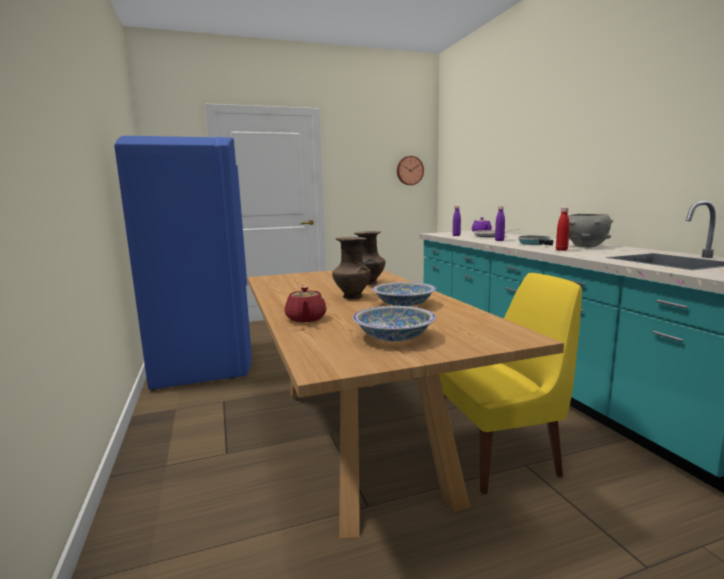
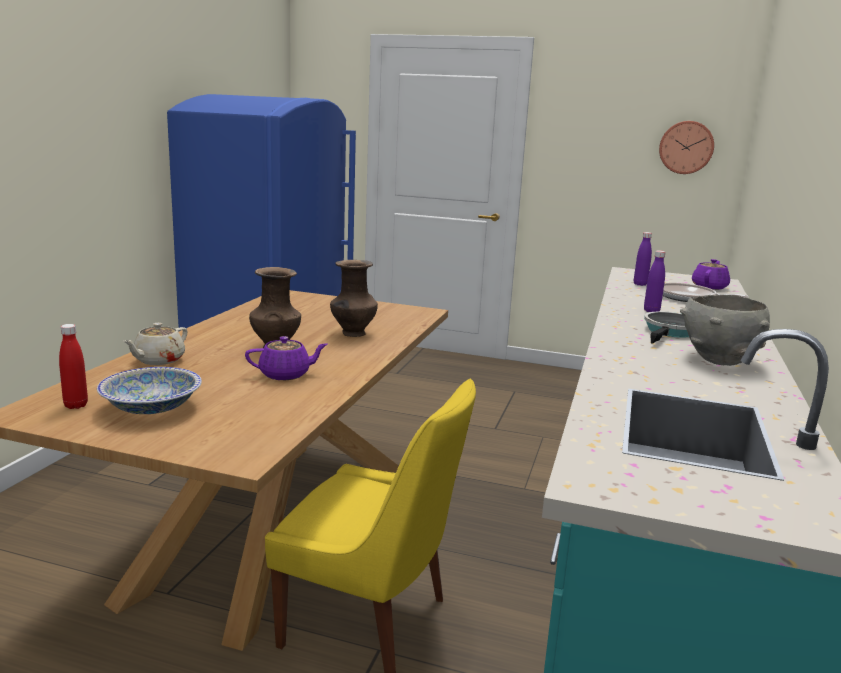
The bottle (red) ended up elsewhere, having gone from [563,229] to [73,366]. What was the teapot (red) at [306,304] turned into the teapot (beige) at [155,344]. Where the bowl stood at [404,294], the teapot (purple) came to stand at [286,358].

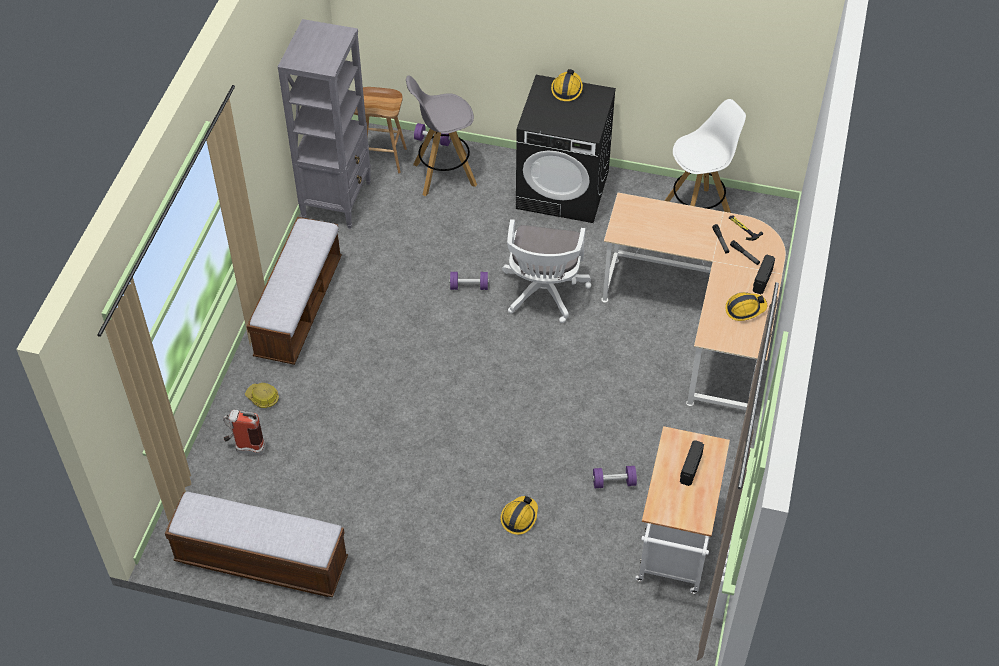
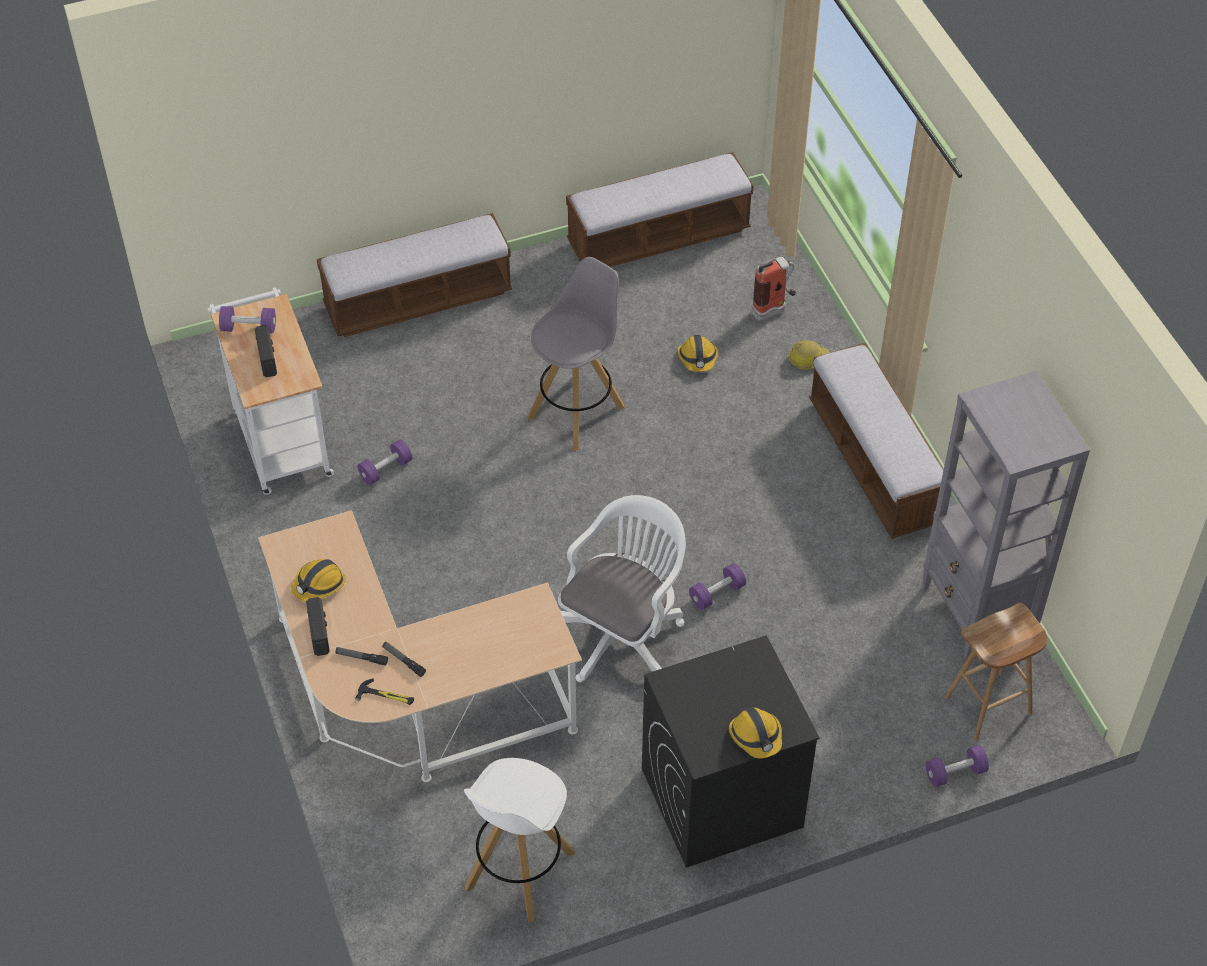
The second view gained the dumbbell (purple) at [247,319]. The second view gained the bench at [414,275]. The stool (grey) ended up elsewhere, having gone from [441,135] to [576,353]. The office chair (white) at [546,271] ended up facing another way, 60 degrees clockwise from before. The hard hat ended up elsewhere, having gone from [519,515] to [697,353].

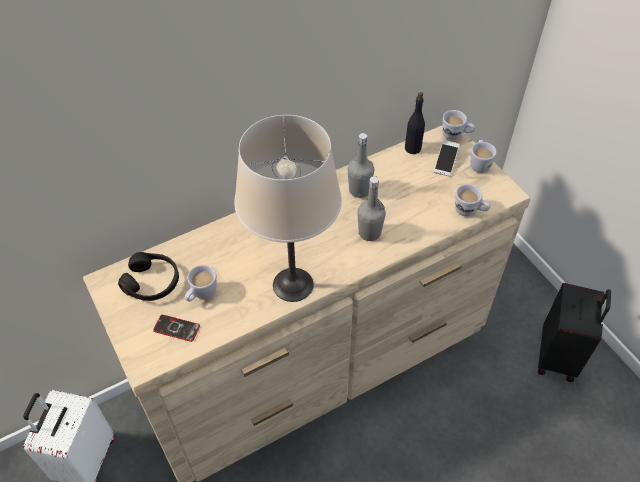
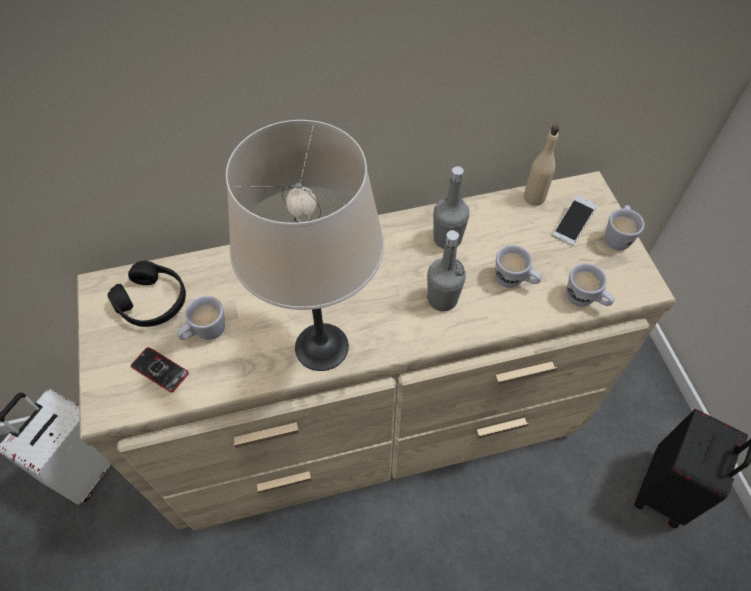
The mug (white) ended up elsewhere, having gone from [459,125] to [518,266]. What was the bottle (black) at [415,123] turned into the bottle (beige) at [541,165].

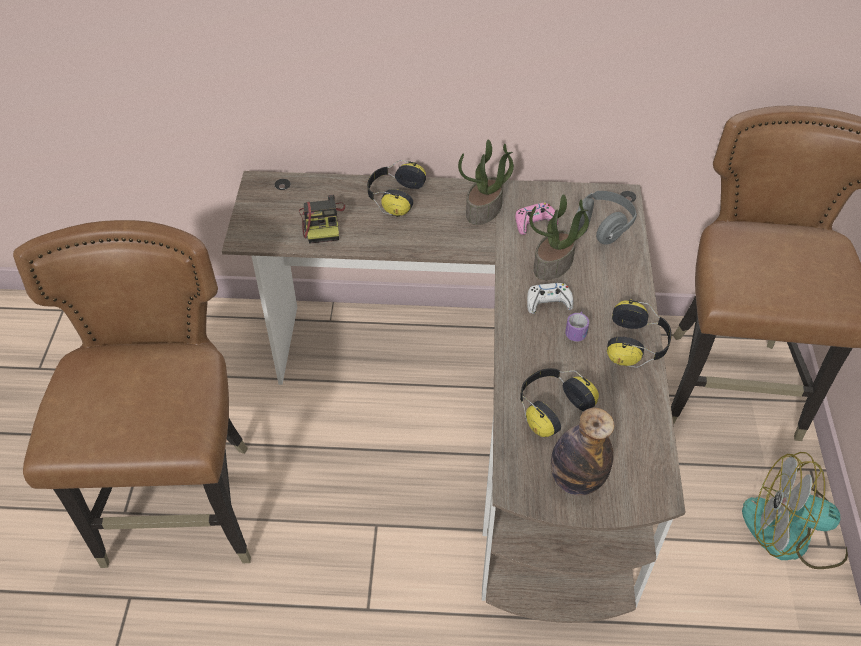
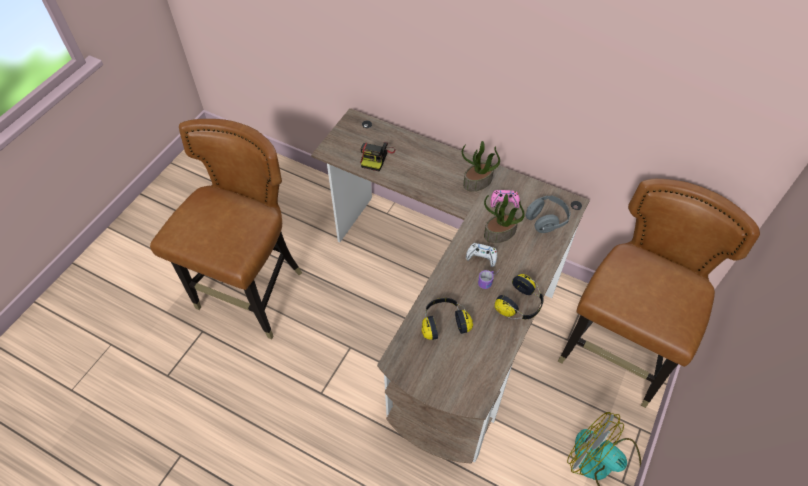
The second view lost the headphones at [396,188]. The second view lost the bottle at [582,451].

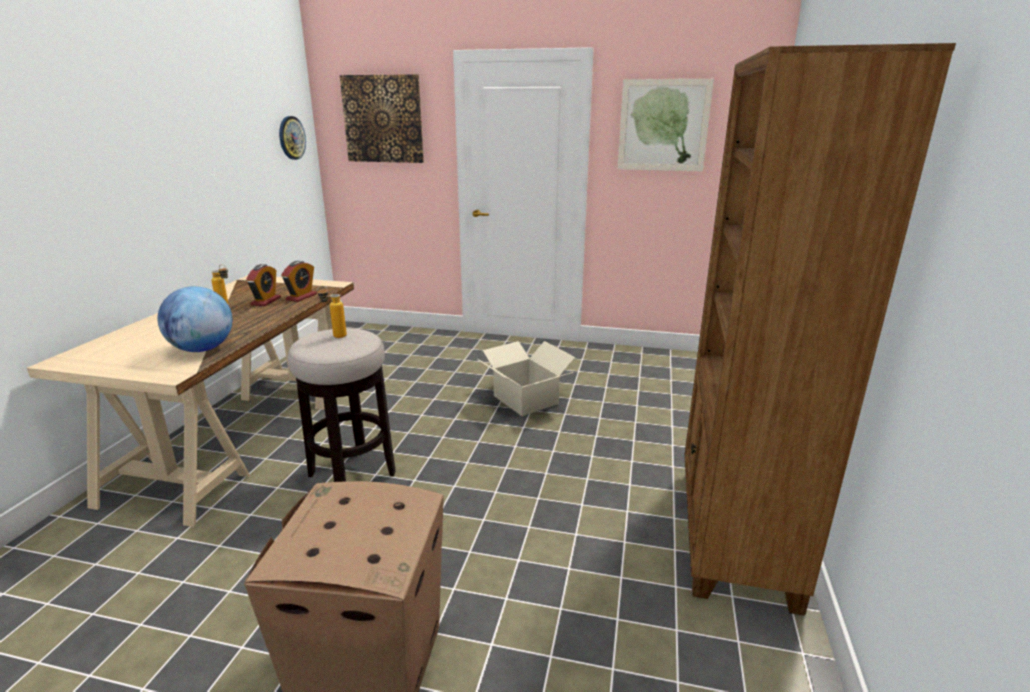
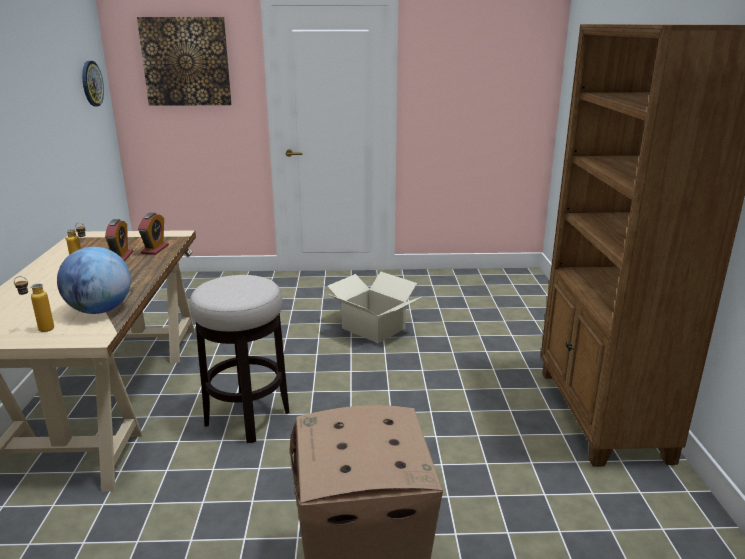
The bottle ended up elsewhere, having gone from [332,312] to [34,304]. The second view lost the picture at [666,125].

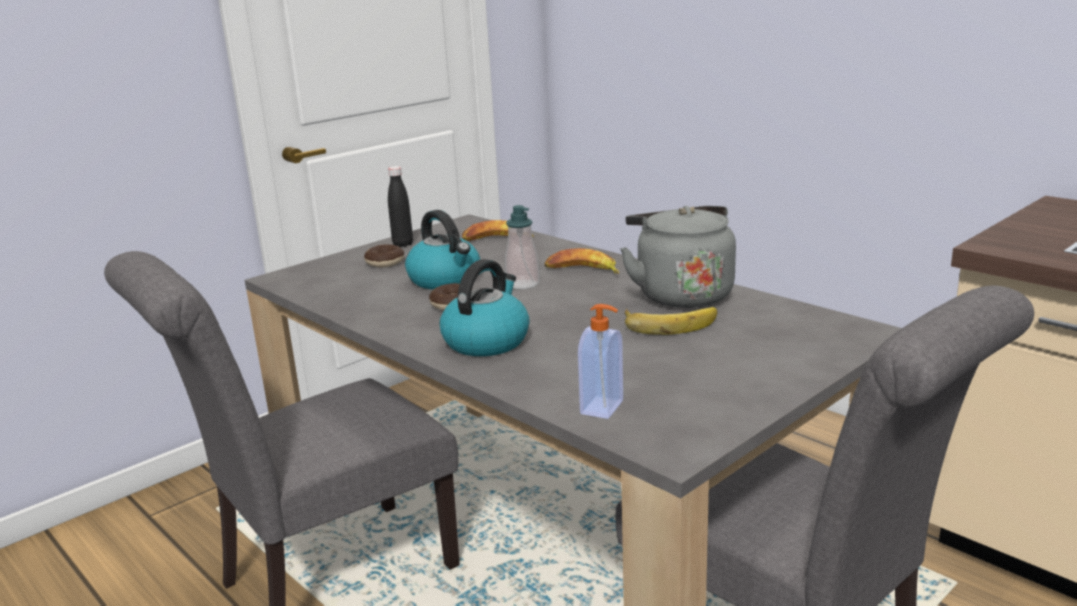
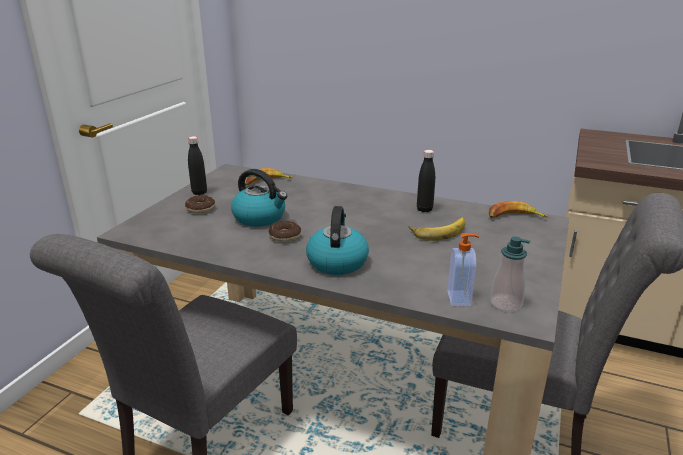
Where the kettle (grey) stood at [678,257], the bottle (black) came to stand at [426,181]. The banana ended up elsewhere, having gone from [581,261] to [519,209]. The soap dispenser ended up elsewhere, having gone from [522,247] to [510,274].

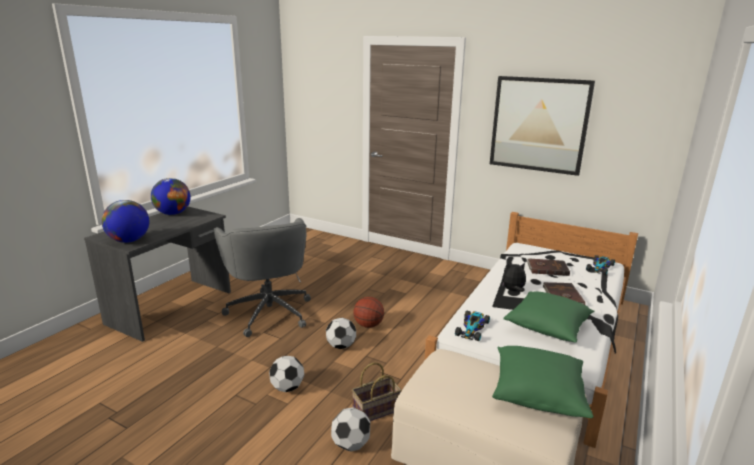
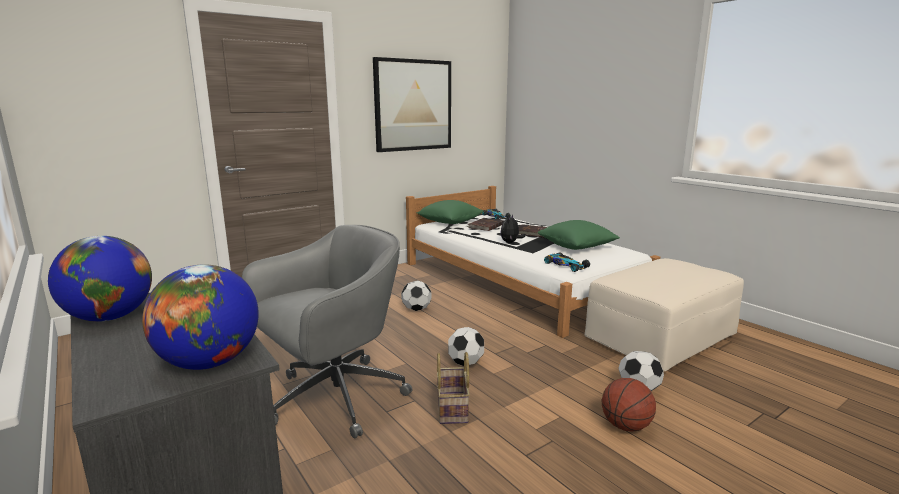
The office chair (grey) at [262,277] ended up facing another way, 45 degrees counterclockwise from before. The football ended up elsewhere, having gone from [286,374] to [416,296]. The pillow (green) ended up elsewhere, having gone from [543,382] to [450,212]. The basket ended up elsewhere, having gone from [377,391] to [453,388]. The basketball ended up elsewhere, having gone from [368,312] to [629,405].

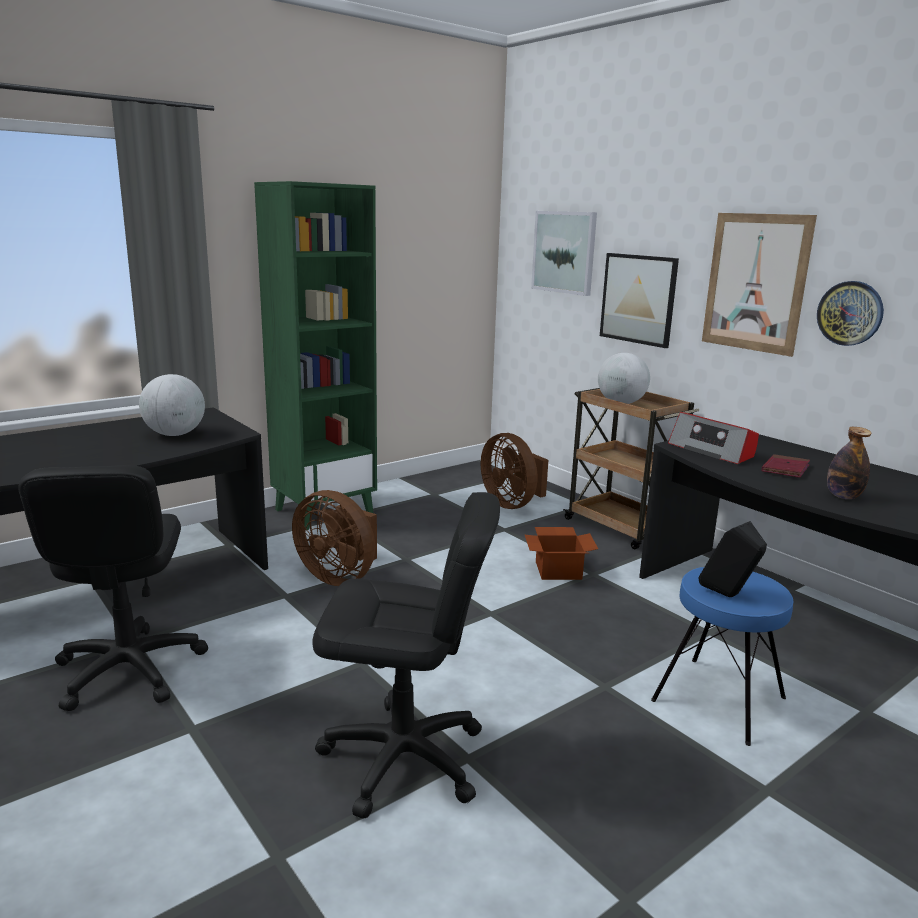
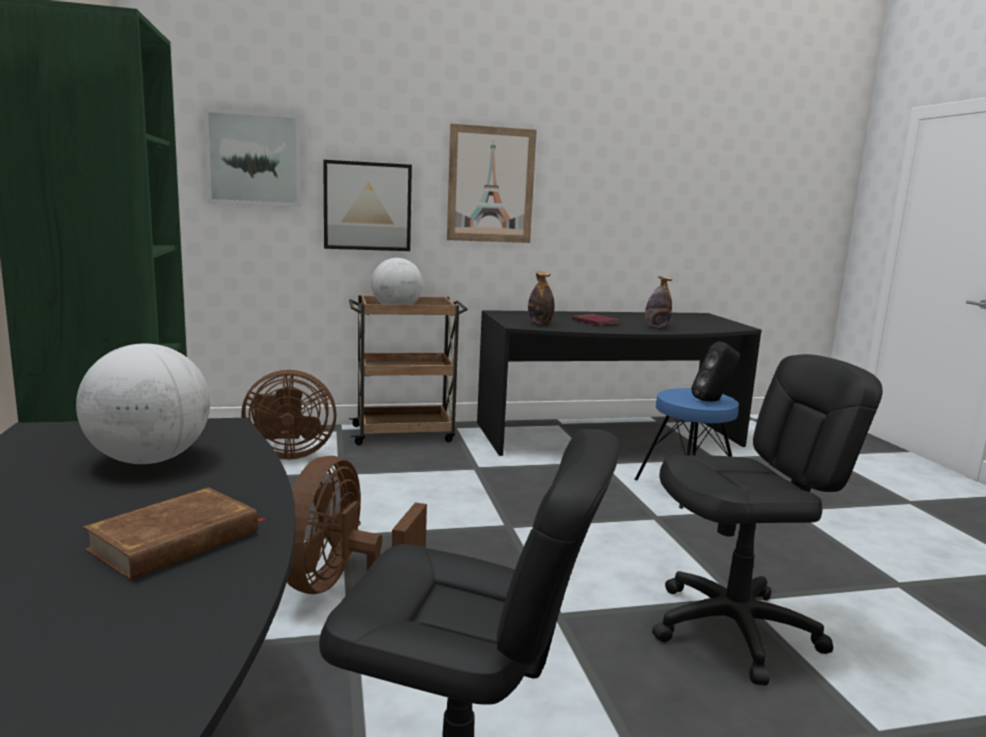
The second view gained the book (brown) at [174,533]. The fan (brown) at [334,538] ended up facing another way, 135 degrees clockwise from before. Where the radio stood at [713,438], the bottle came to stand at [541,298]. The office chair (black) at [406,655] ended up facing another way, 45 degrees clockwise from before. The second view lost the cardboard box at [561,553]. The second view lost the wall clock at [850,313].

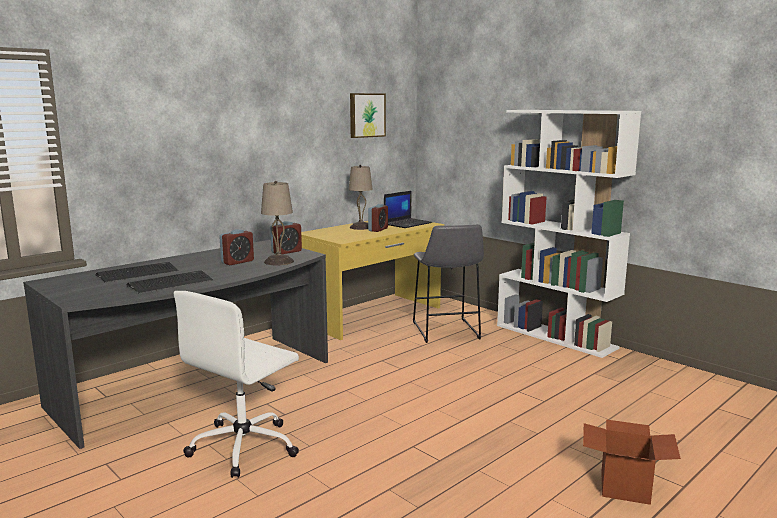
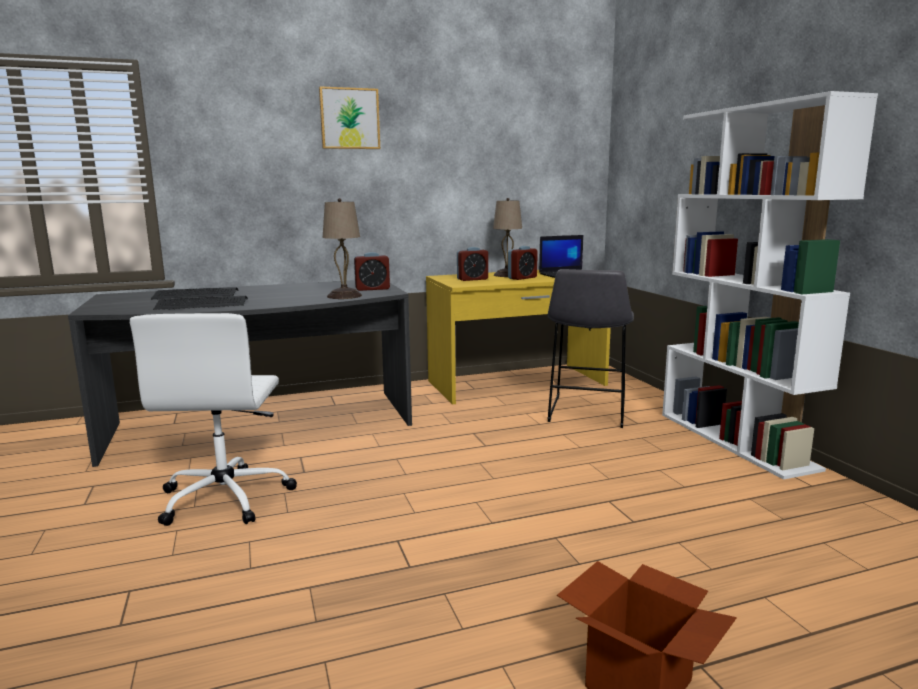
The office chair (white) at [236,384] ended up facing another way, 60 degrees counterclockwise from before. The picture ended up elsewhere, having gone from [368,115] to [349,117]. The alarm clock ended up elsewhere, having gone from [236,247] to [472,264].

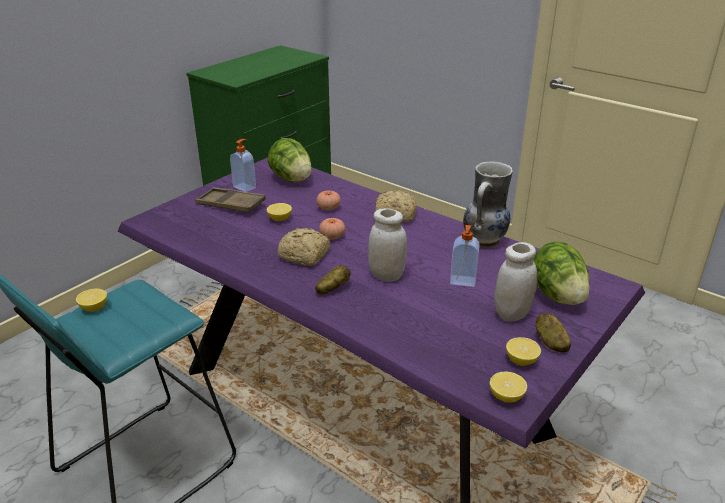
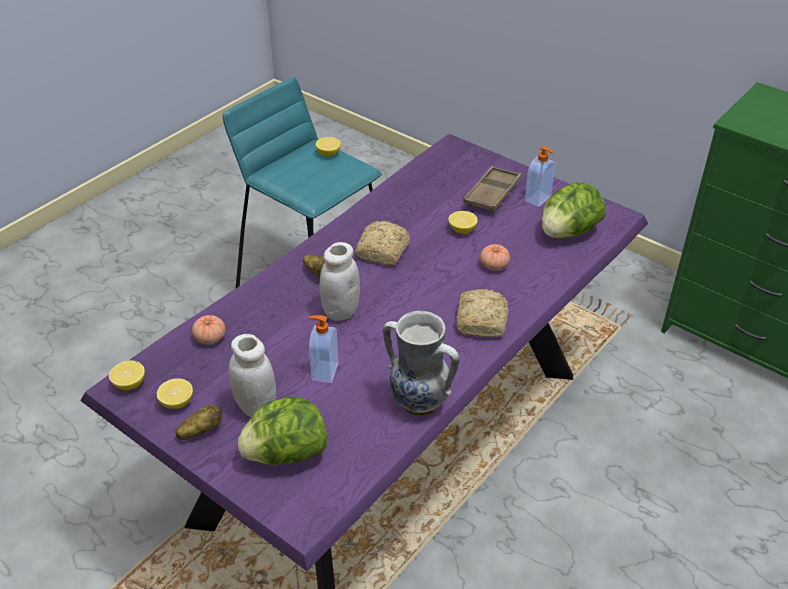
The tomato ended up elsewhere, having gone from [332,228] to [208,329].

